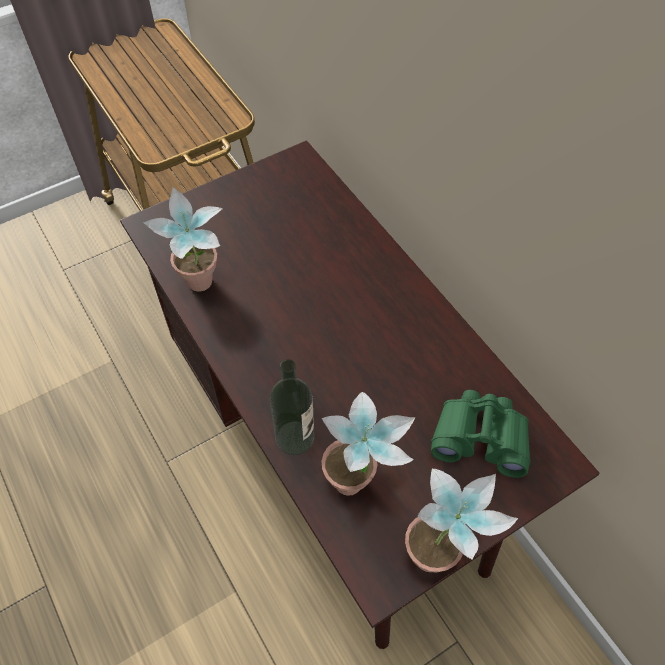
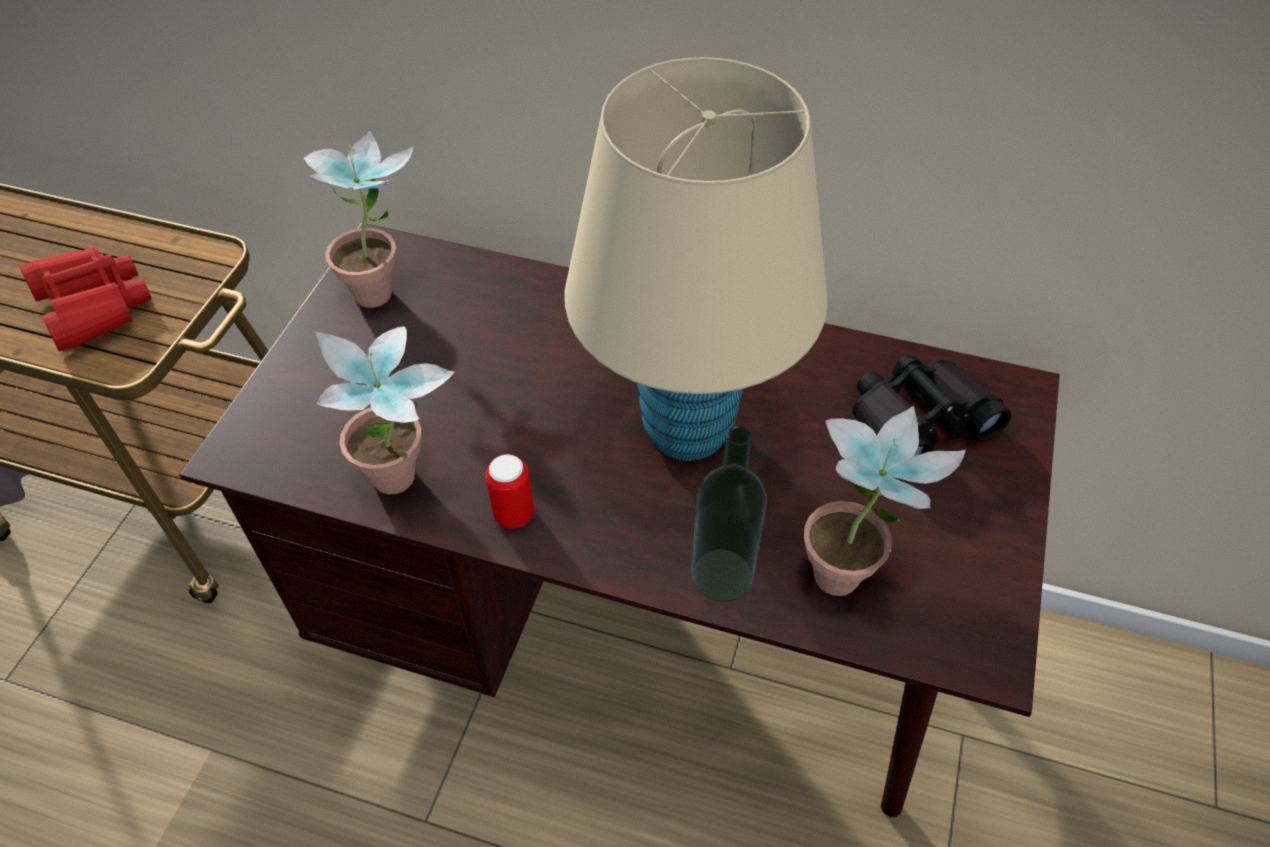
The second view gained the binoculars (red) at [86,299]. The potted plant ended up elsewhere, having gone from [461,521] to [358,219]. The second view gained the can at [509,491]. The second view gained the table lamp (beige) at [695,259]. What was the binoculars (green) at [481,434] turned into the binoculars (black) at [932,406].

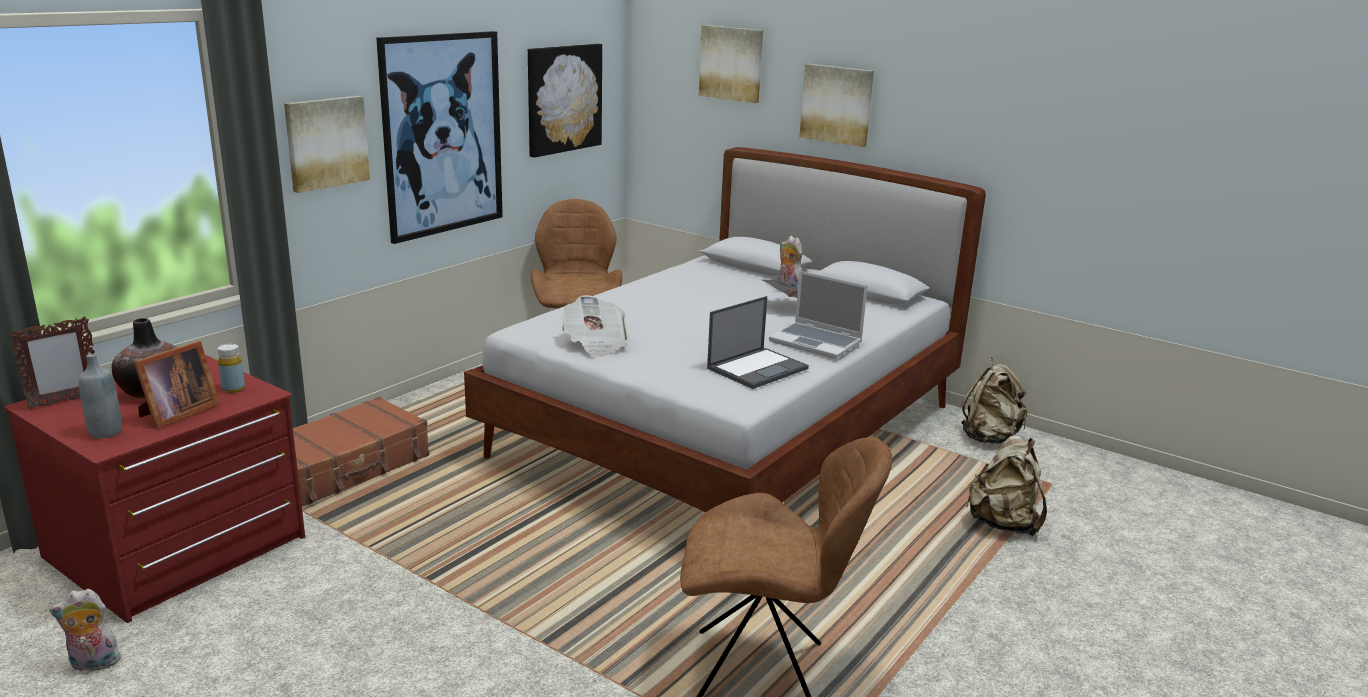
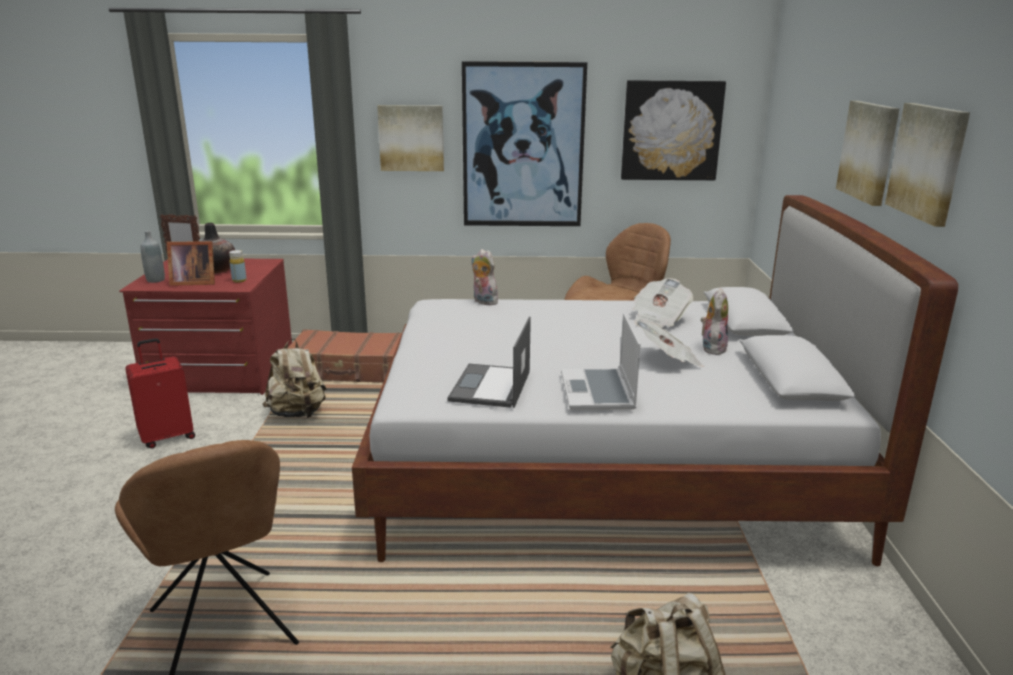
The second view gained the suitcase (red) at [160,393]. The backpack (beige) ended up elsewhere, having gone from [994,400] to [294,378]. The laptop at [758,342] ended up facing another way, 90 degrees clockwise from before. The plush toy ended up elsewhere, having gone from [86,630] to [485,277]. The newspaper ended up elsewhere, having gone from [595,326] to [663,302]. The picture ended up elsewhere, having gone from [731,64] to [927,165].

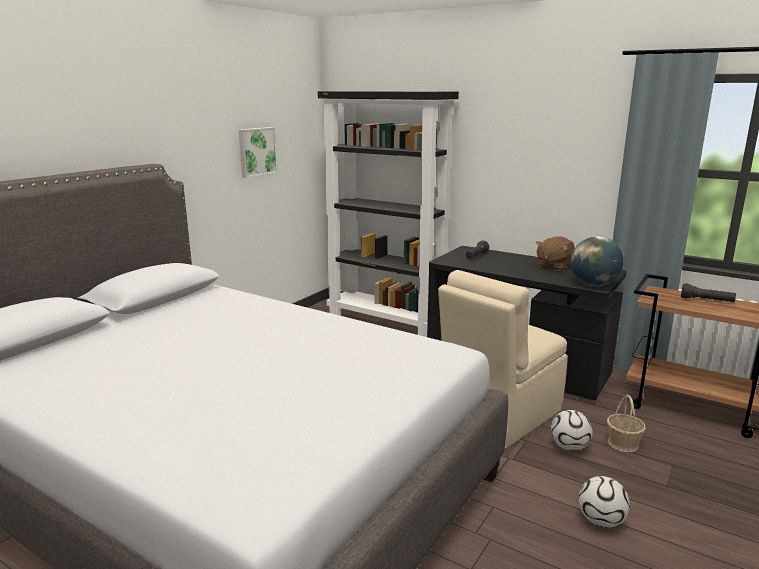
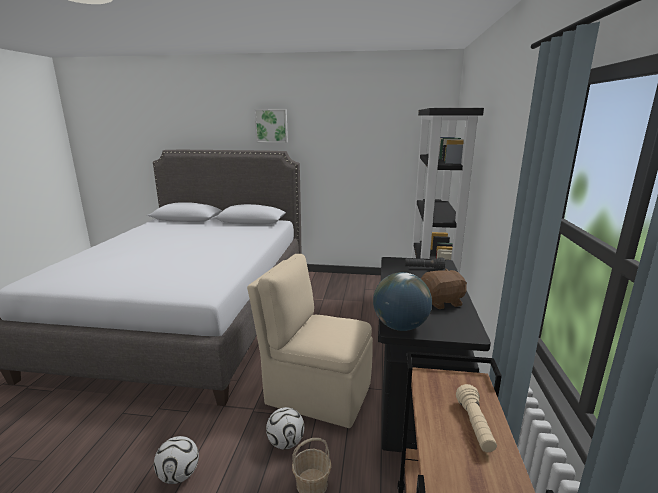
The picture ended up elsewhere, having gone from [258,152] to [271,126]. The plush toy (brown) at [555,253] ended up facing another way, 150 degrees clockwise from before. What was the flashlight (black) at [708,292] turned into the flashlight (beige) at [476,418].

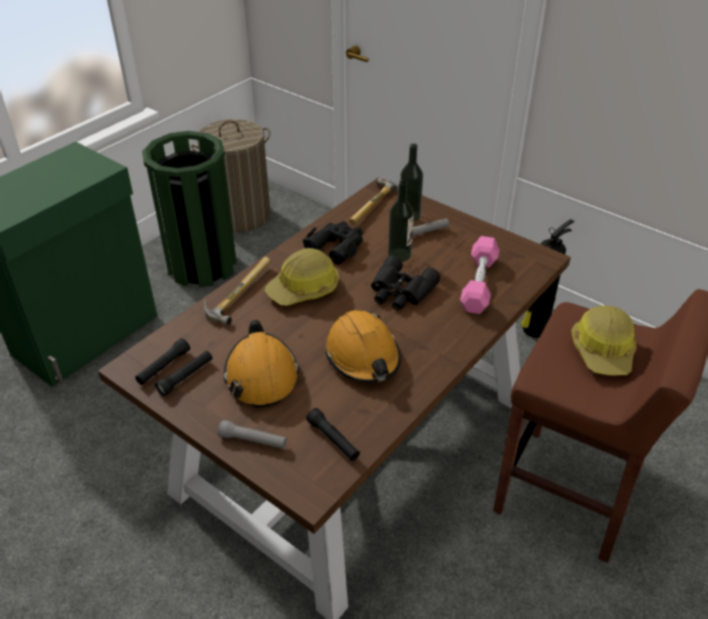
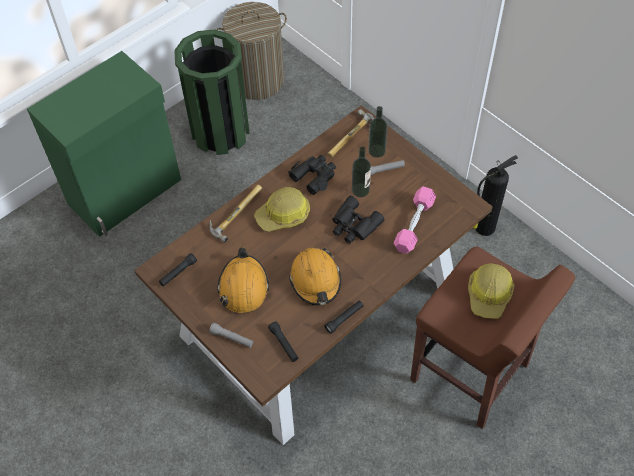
The flashlight (black) ended up elsewhere, having gone from [184,373] to [344,317].

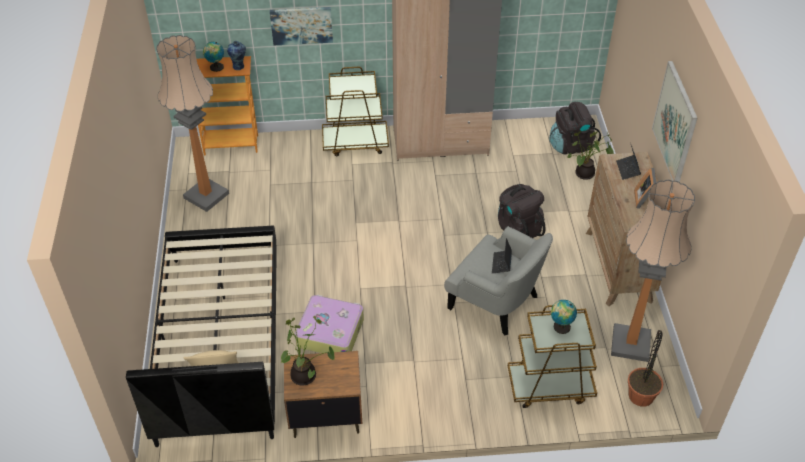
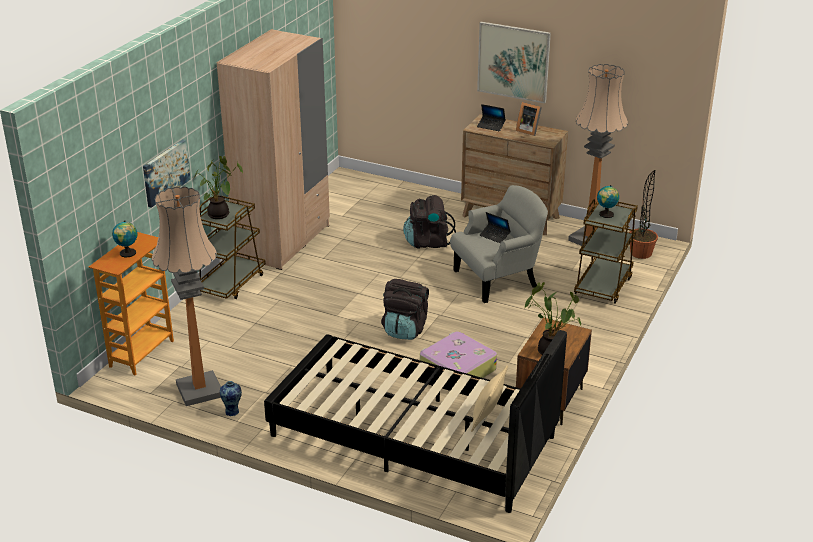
The potted plant ended up elsewhere, having gone from [590,155] to [218,187]. The vase ended up elsewhere, having gone from [236,55] to [231,398]. The backpack (black) ended up elsewhere, having gone from [575,128] to [405,309].

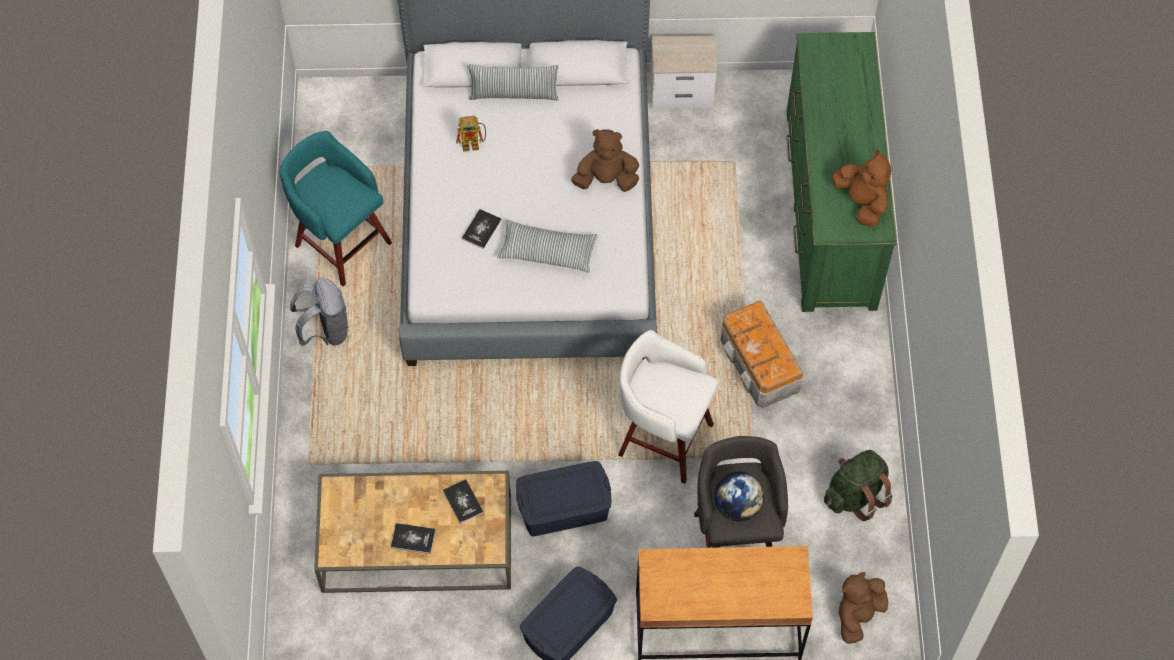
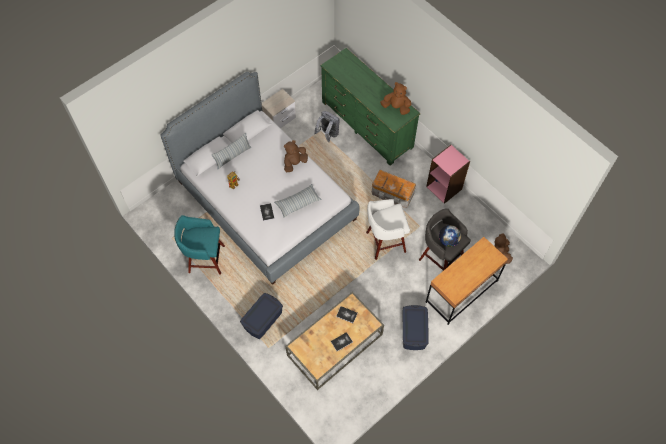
The storage box (blue) ended up elsewhere, having gone from [563,498] to [261,316]. The backpack (grey) ended up elsewhere, having gone from [319,312] to [327,126]. The second view gained the bookcase (pink) at [448,174]. The second view lost the backpack (green) at [858,485].

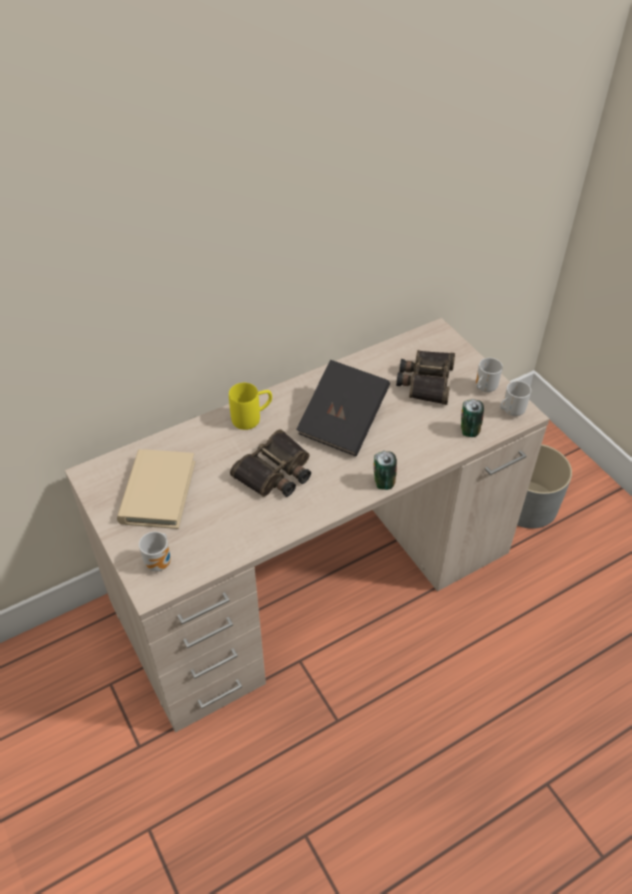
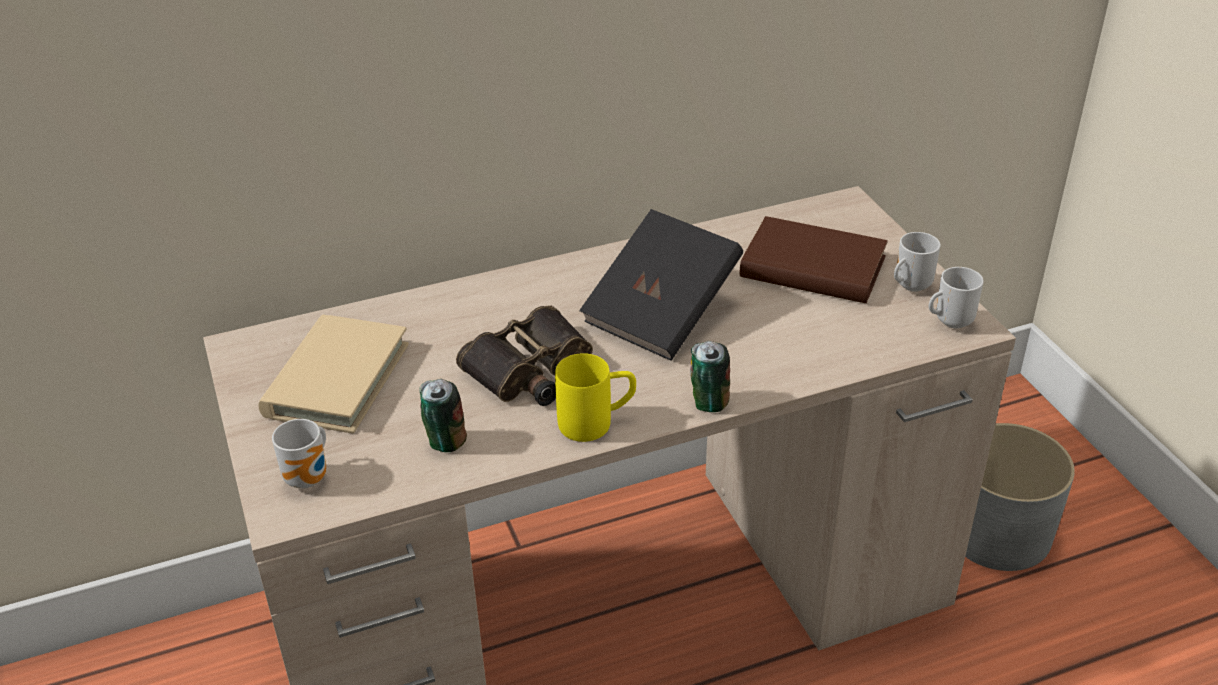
The can ended up elsewhere, having gone from [472,418] to [443,415]. The mug (yellow) ended up elsewhere, having gone from [250,406] to [595,397]. Where the binoculars stood at [425,377], the book (brown) came to stand at [814,259].

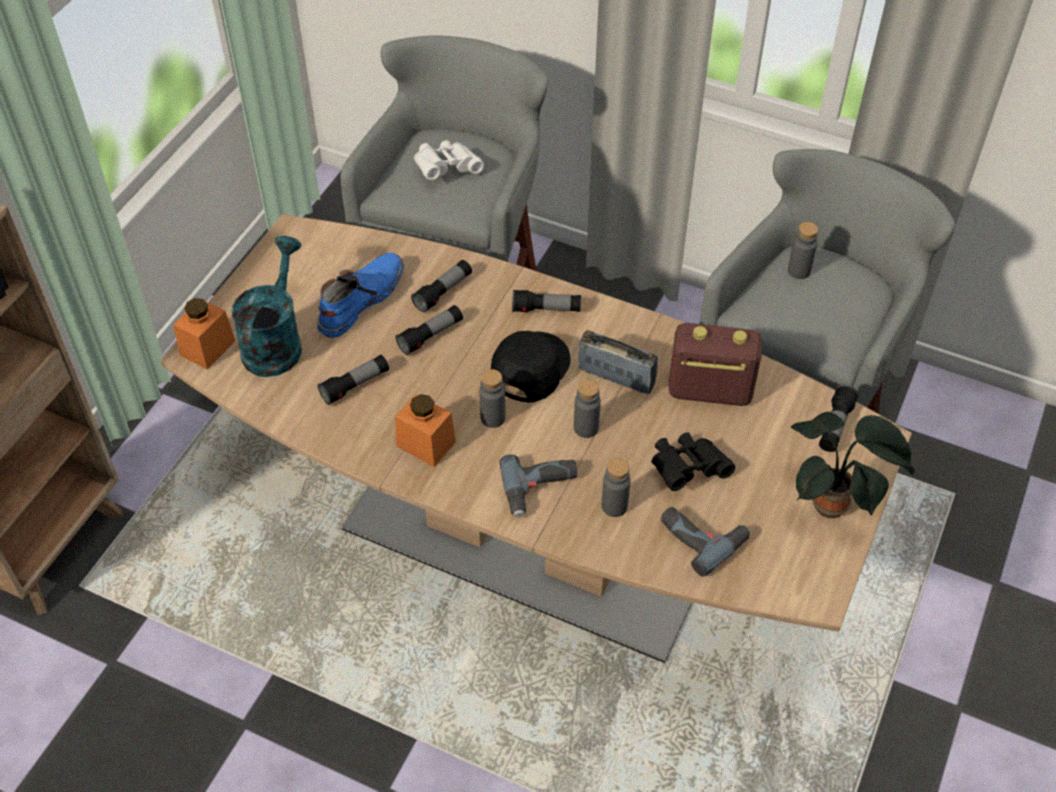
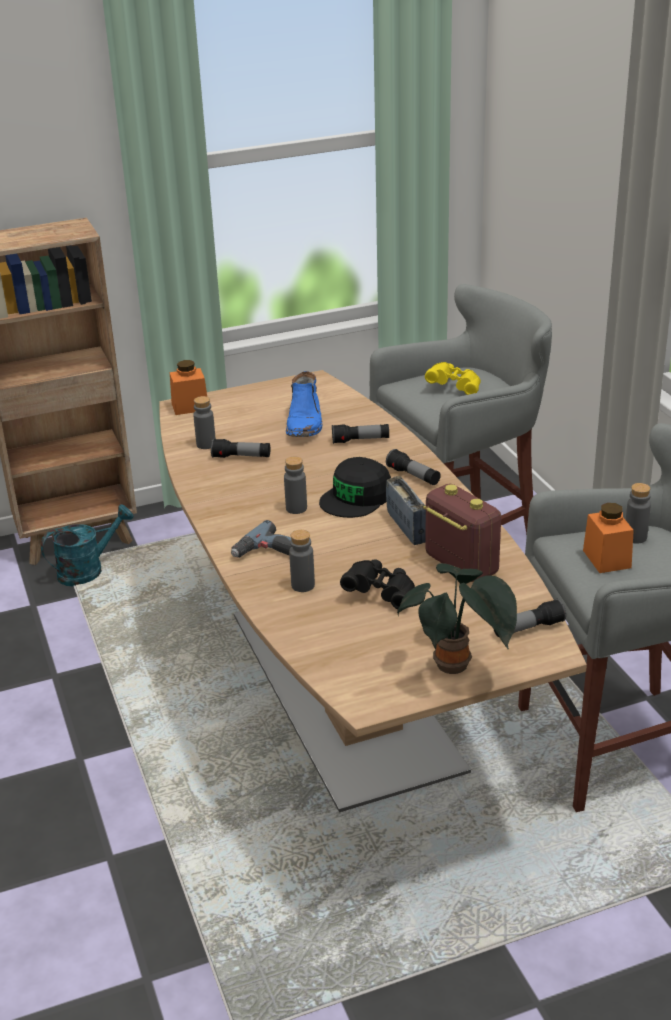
The watering can (turquoise) ended up elsewhere, having gone from [267,306] to [87,545]. The bottle (grey) ended up elsewhere, having gone from [587,409] to [204,422]. The boot (blue) at [360,295] ended up facing another way, 105 degrees clockwise from before. The cap (black) at [531,366] ended up facing another way, 150 degrees clockwise from before. What was the binoculars (white) at [449,160] turned into the binoculars (yellow) at [453,378]. The jar (orange) ended up elsewhere, having gone from [425,430] to [608,538]. The second view lost the flashlight at [429,330]. The second view lost the power drill at [705,542].

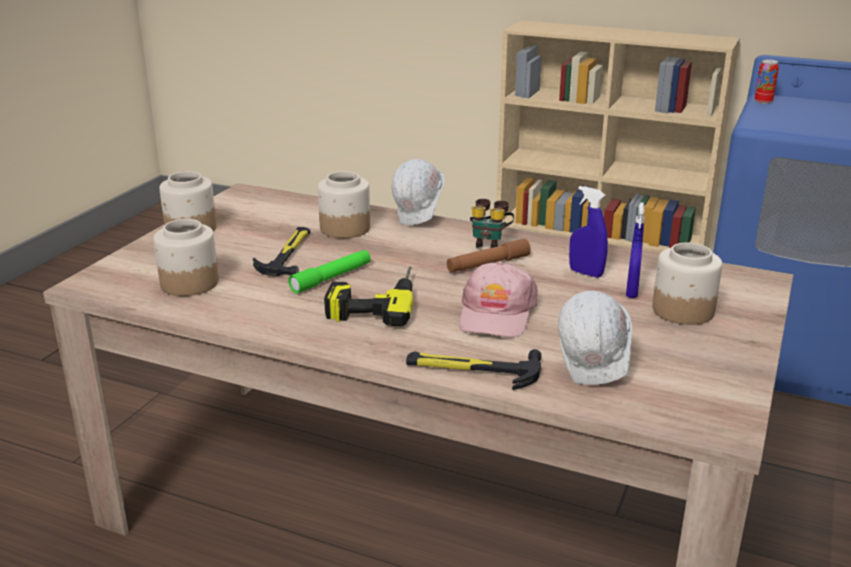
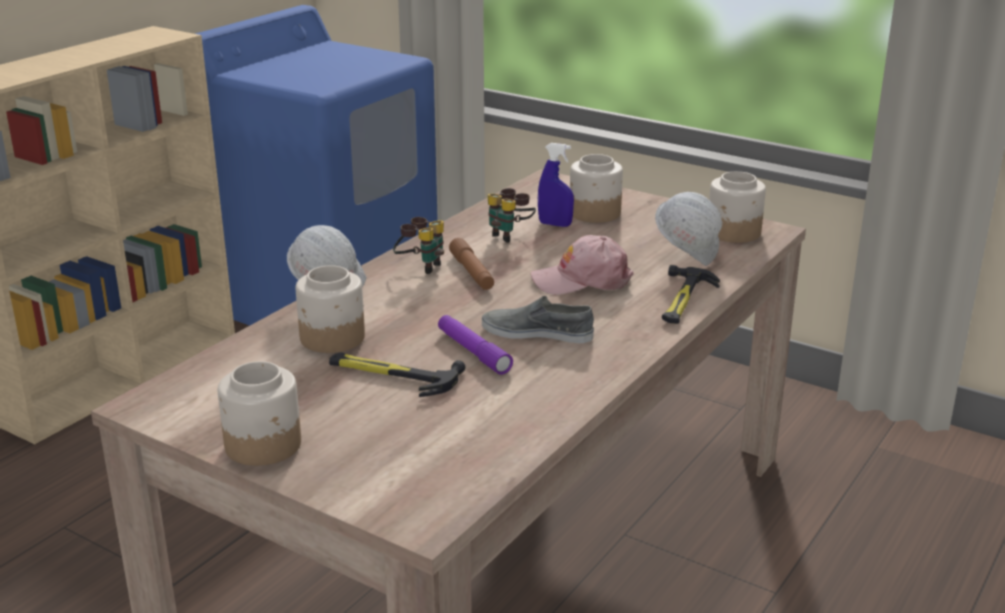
What was the flashlight (green) at [329,272] turned into the flashlight (purple) at [475,345]. Where the power drill stood at [368,296], the shoe (grey) came to stand at [538,319]. Where the spray bottle (blue) stood at [588,232], the binoculars came to stand at [512,215]. The cap (pink) at [498,300] ended up facing another way, 150 degrees clockwise from before. The jar ended up elsewhere, having gone from [186,257] to [737,207]. The second view lost the can at [767,81].

